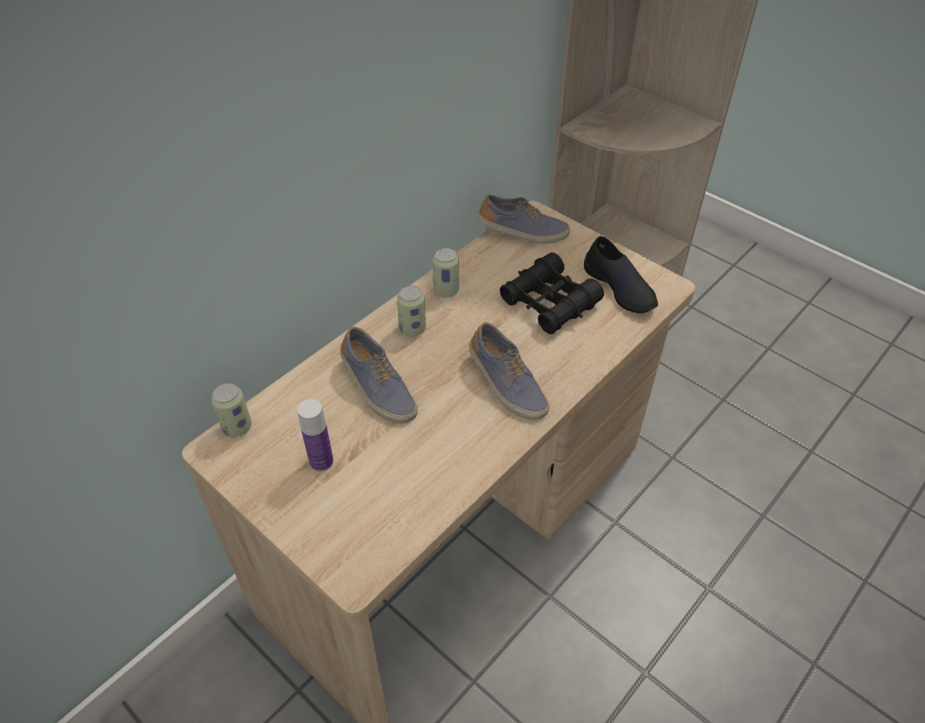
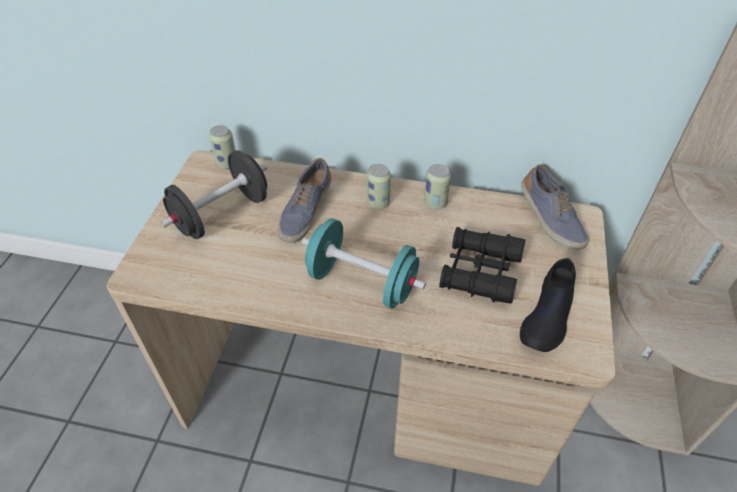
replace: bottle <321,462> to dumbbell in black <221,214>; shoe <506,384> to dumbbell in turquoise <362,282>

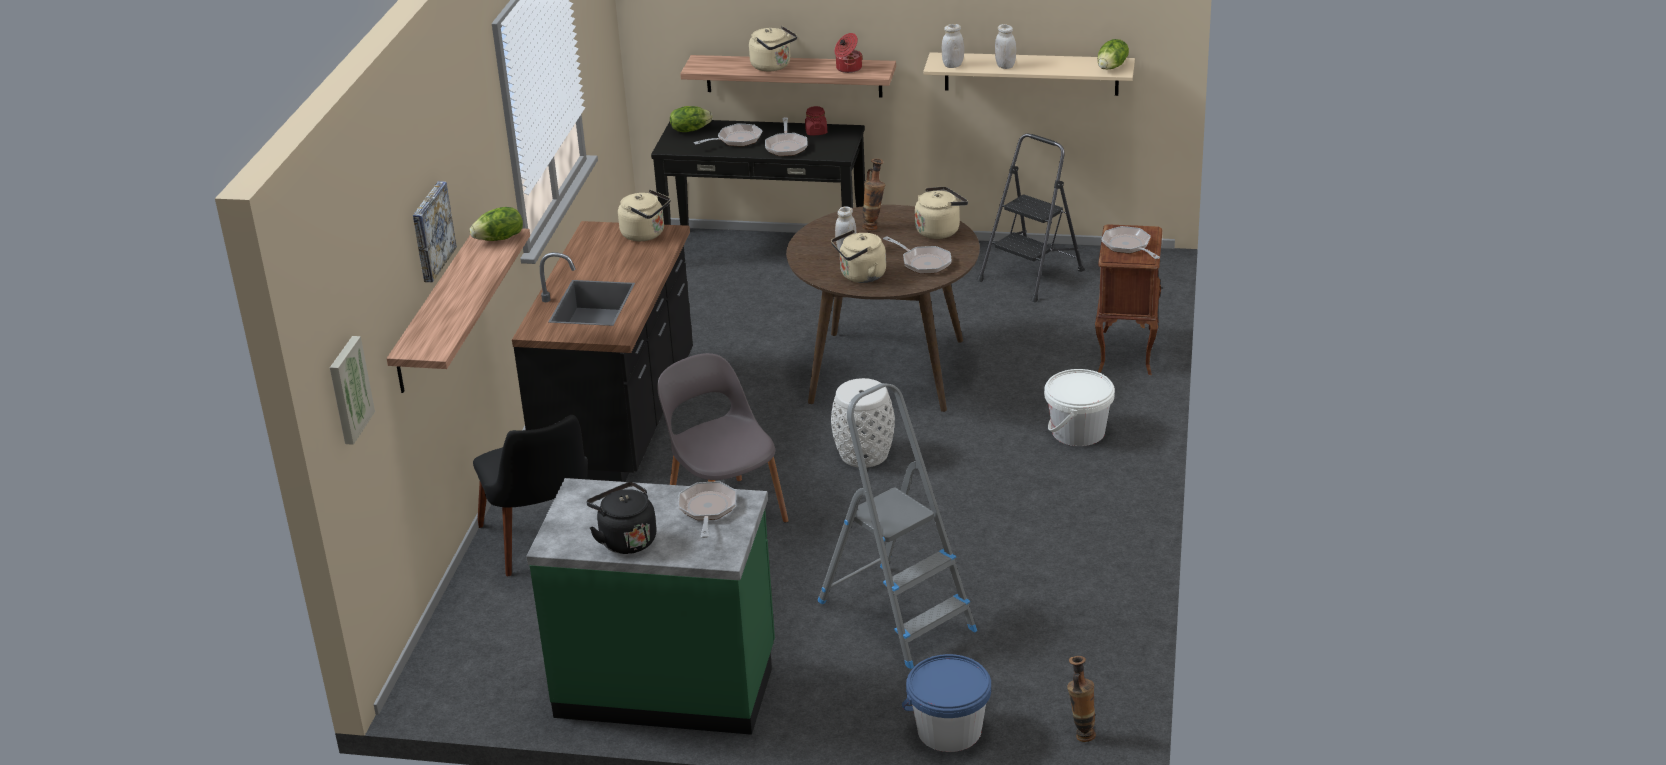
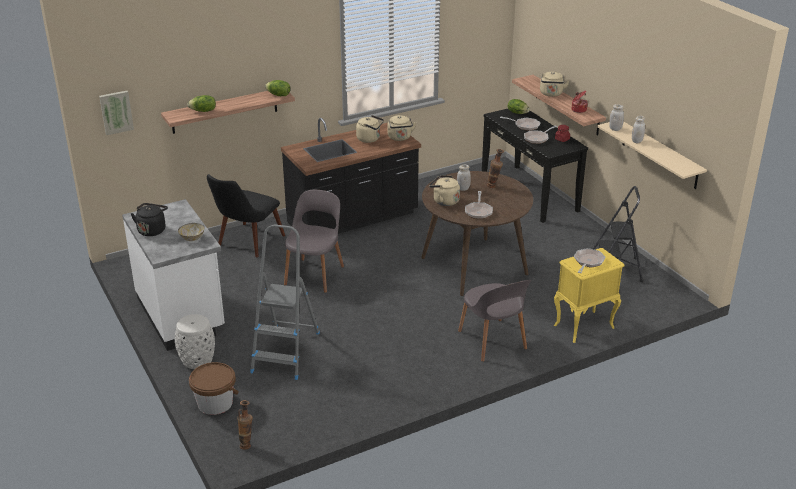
delete: picture <430,231>
move: stool in white <864,455> to <197,360>; kettle in beige <940,230> to <370,139>; lettuce <1112,67> to <203,111>
replace: frying pan <707,510> to bowl <192,238>; bucket in white <1078,432> to chair in grey <492,341>
recolor: counter in green <667,684> to counter in white <182,314>; bucket in blue <949,730> to bucket in brown <215,403>; nightstand in brown <1127,353> to nightstand in yellow <583,327>

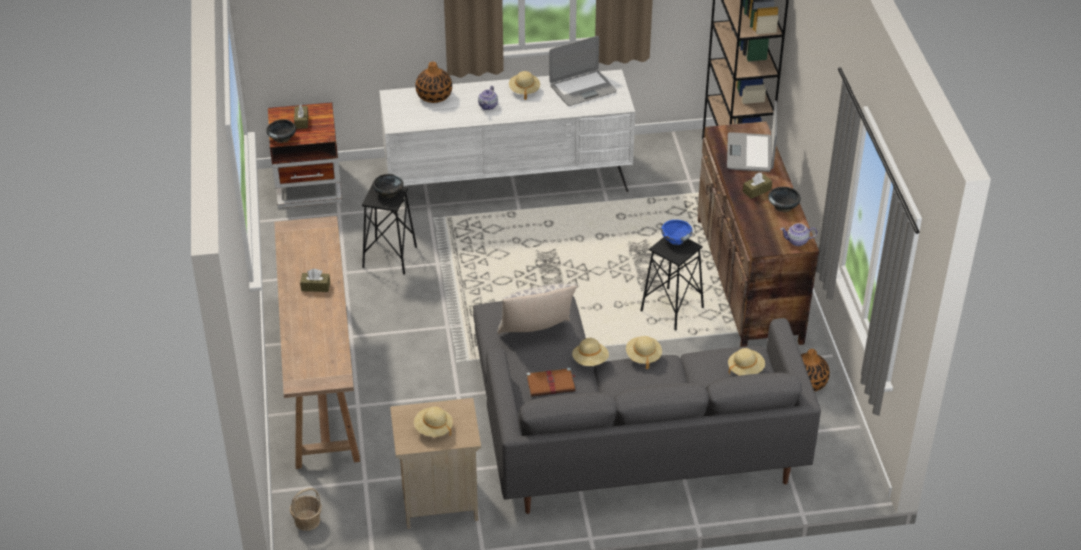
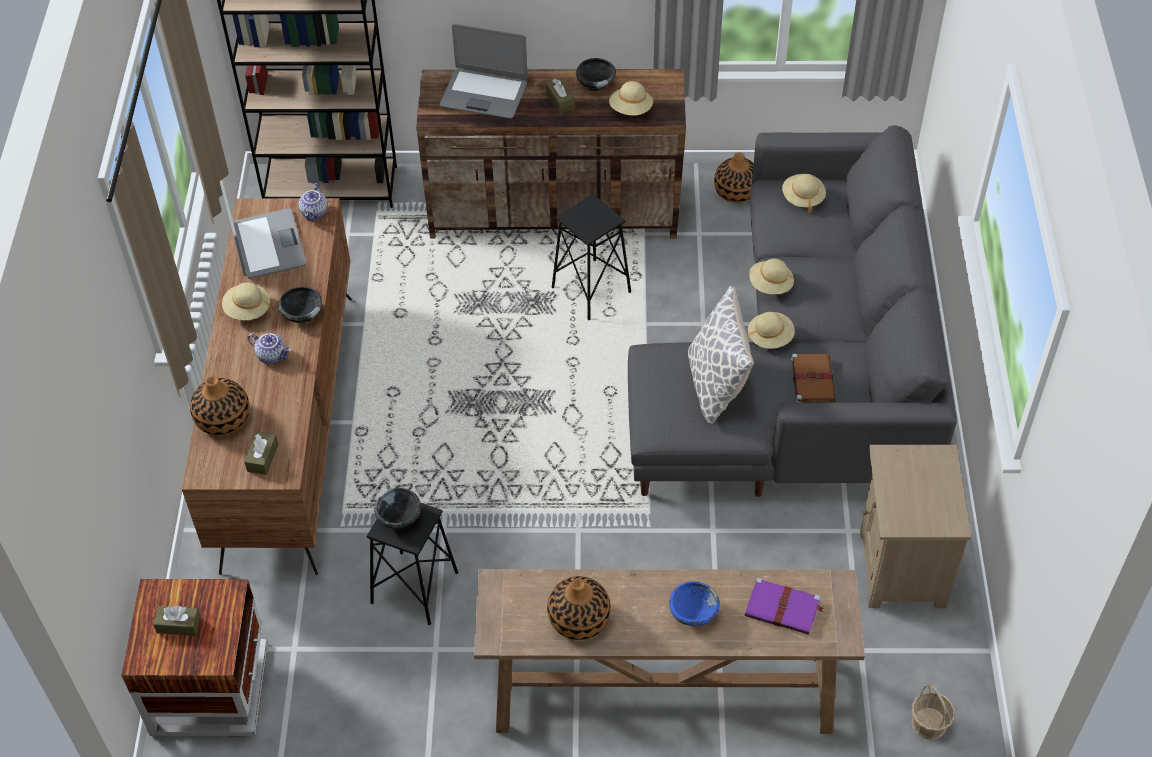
insert: vase <579,619>; book in purple <783,608>
move: bowl in black <282,137> to <302,314>; tissue box in brown <315,286> to <262,458>; hat in beige <433,429> to <631,109>; bowl in blue <676,239> to <693,612>; teapot <797,241> to <315,213>
recolor: tv stand in white <508,183> to tv stand in brown <289,427>

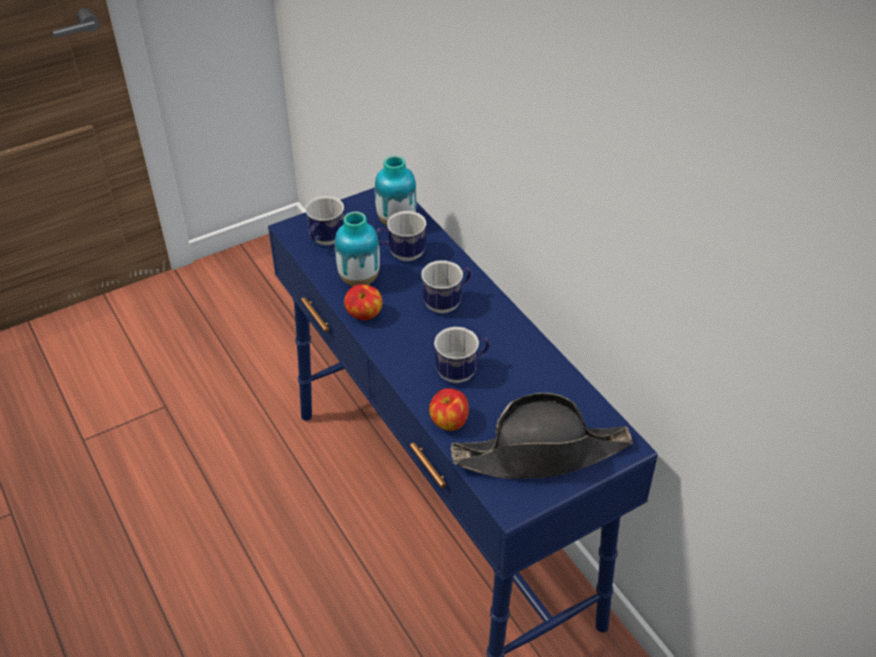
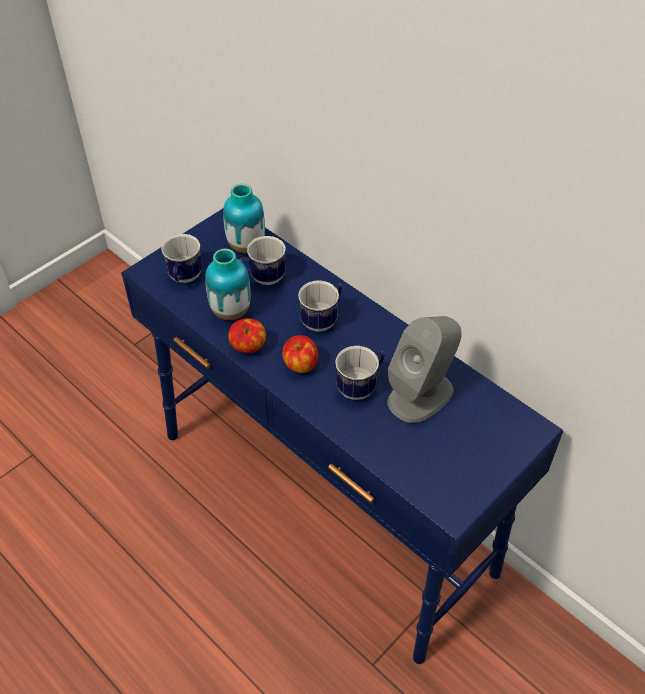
delete: hat in black <542,453>
insert: speaker in grey <421,395>
move: apple <448,422> to <300,365>

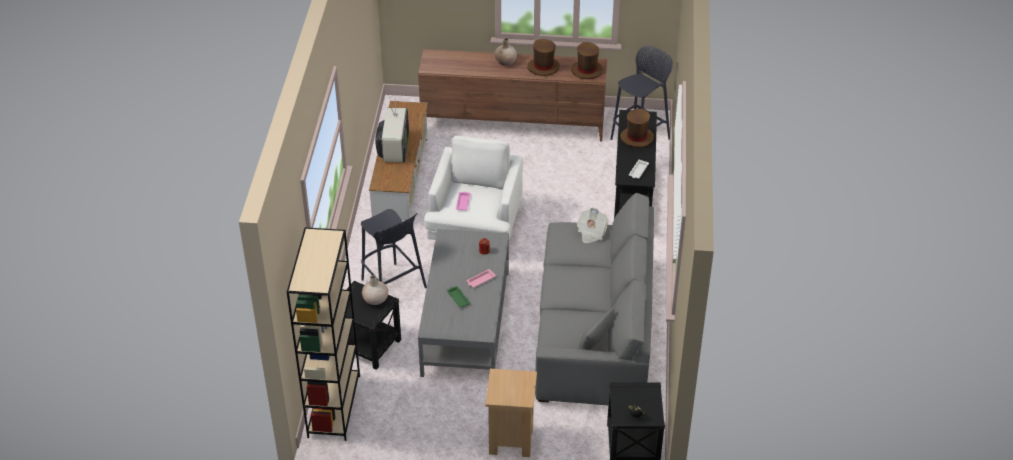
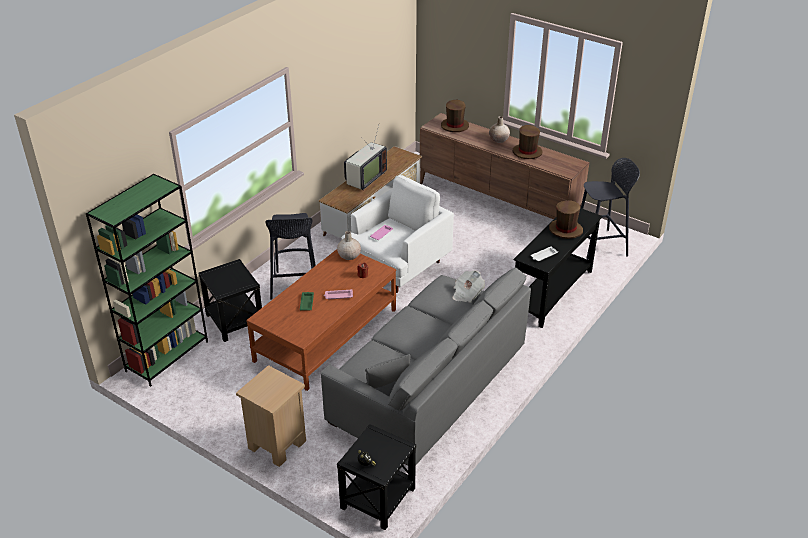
move: vase in beige <375,299> to <349,256>; hat in brown <586,70> to <454,126>
recolor: bookcase in beige <333,406> to bookcase in green <167,356>; coffee table in grey <466,323> to coffee table in brown <326,335>

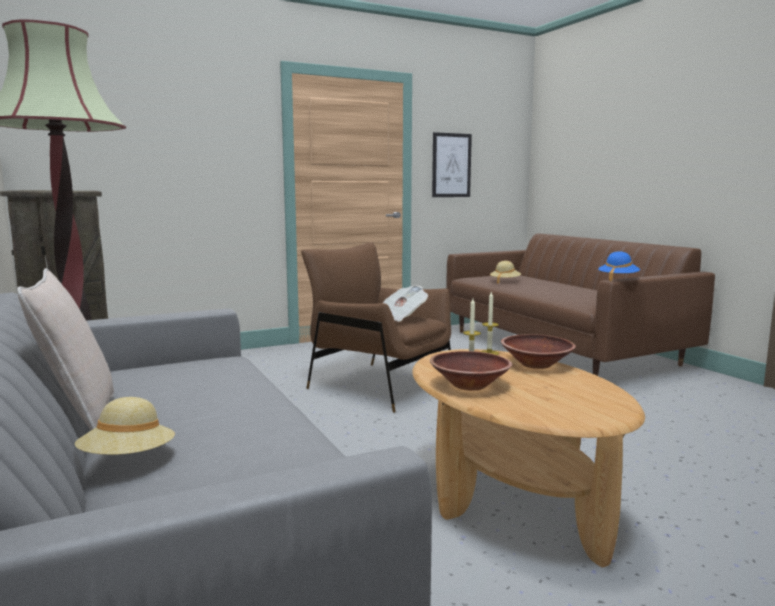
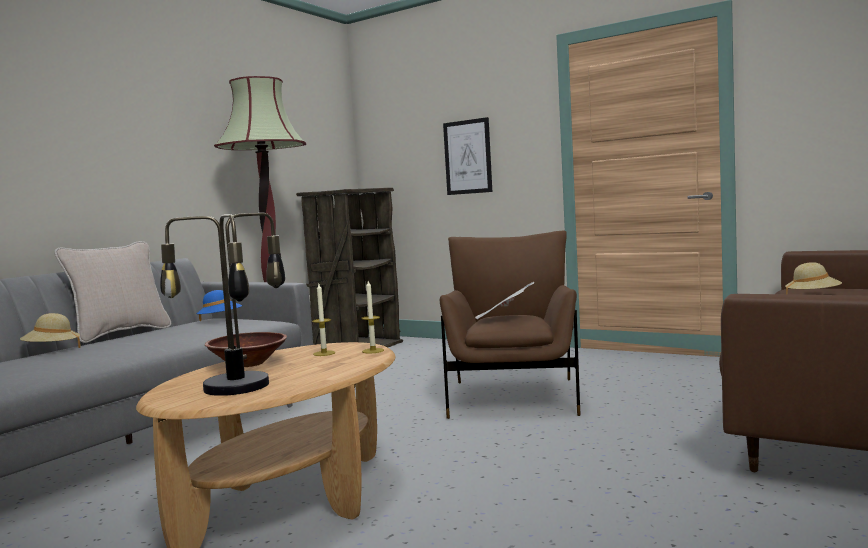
delete: bowl in brown <536,364>
insert: table lamp <236,387>
move: picture <451,165> to <467,157>; hat in blue <618,279> to <220,320>

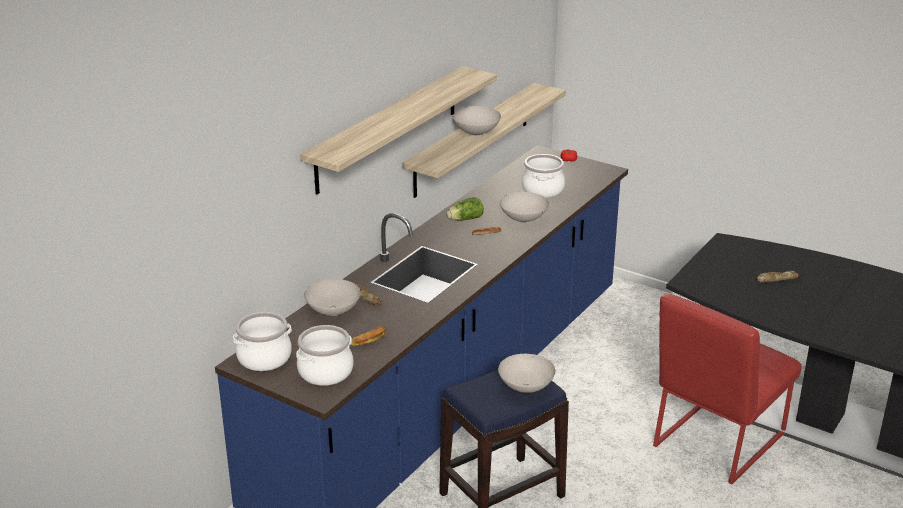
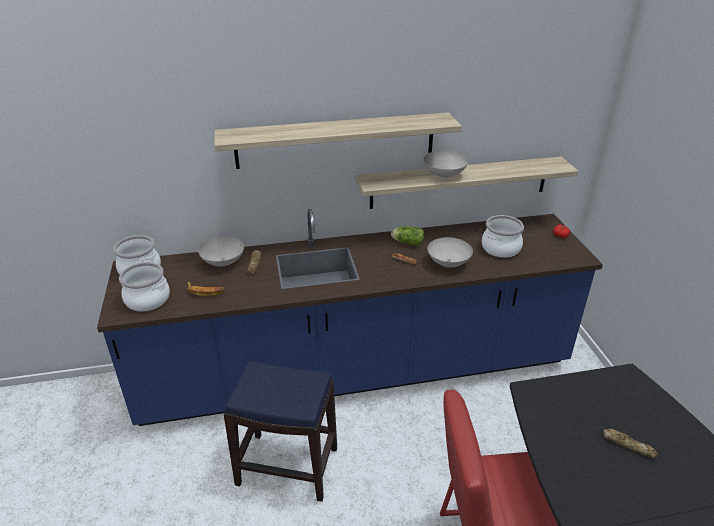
delete: bowl in white <526,387>

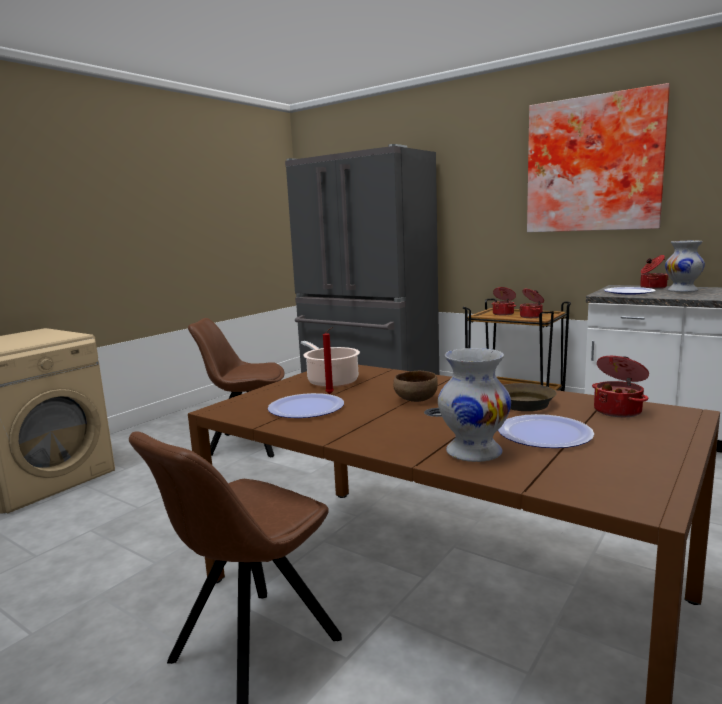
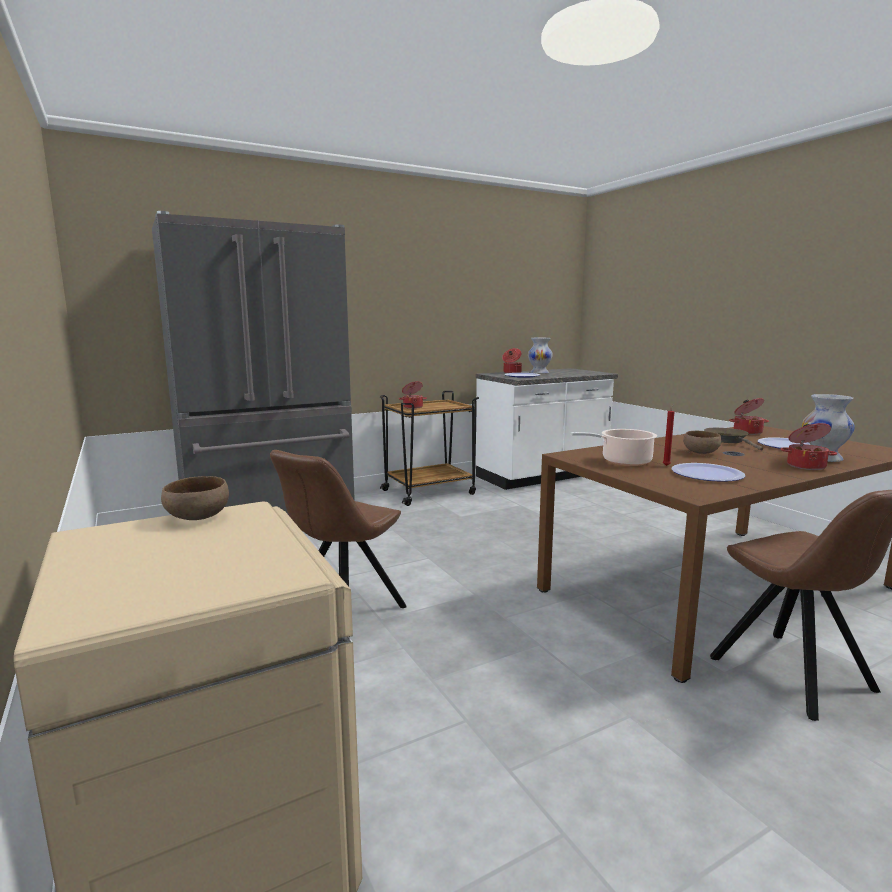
delete: picture <594,164>
insert: bowl in brown <197,518>
move: cooking pot <531,316> to <806,466>

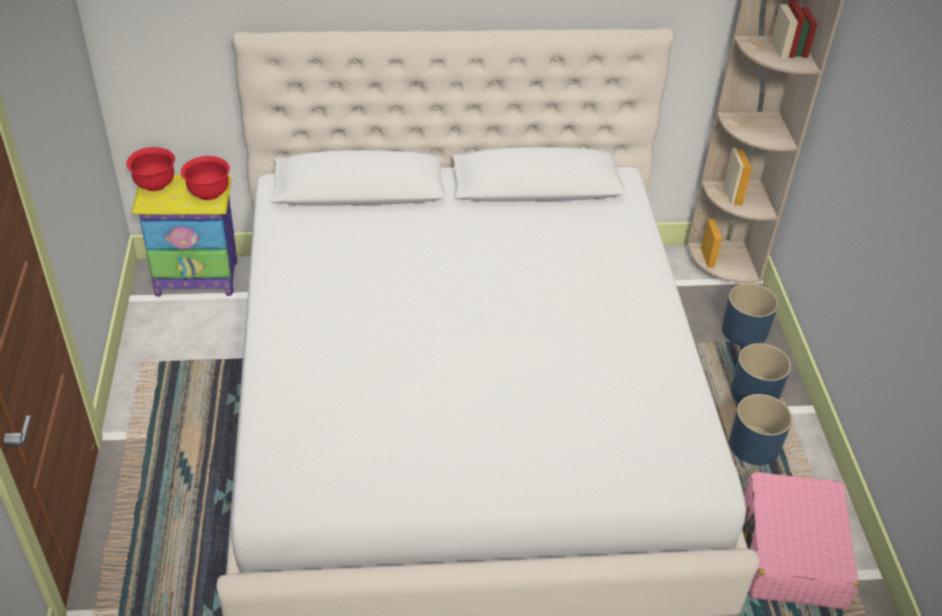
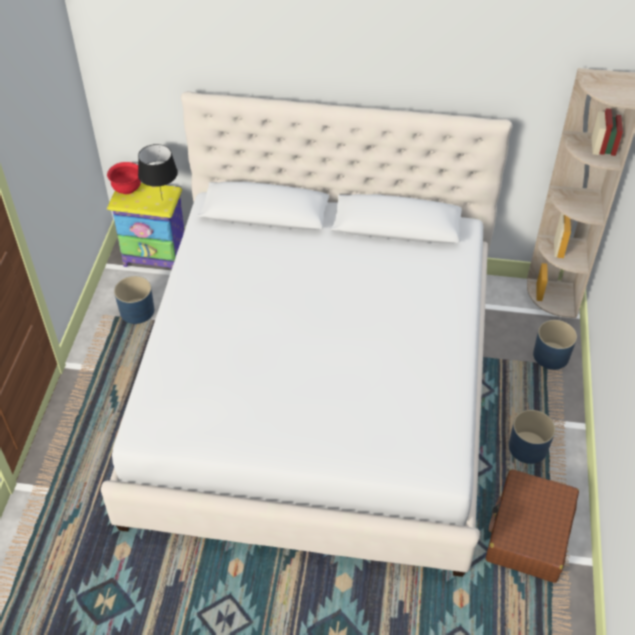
move: planter in blue <754,393> to <137,311>
replace: bowl in red <209,193> to table lamp in black <162,200>
recolor: suitcase in pink <792,552> to suitcase in brown <529,533>

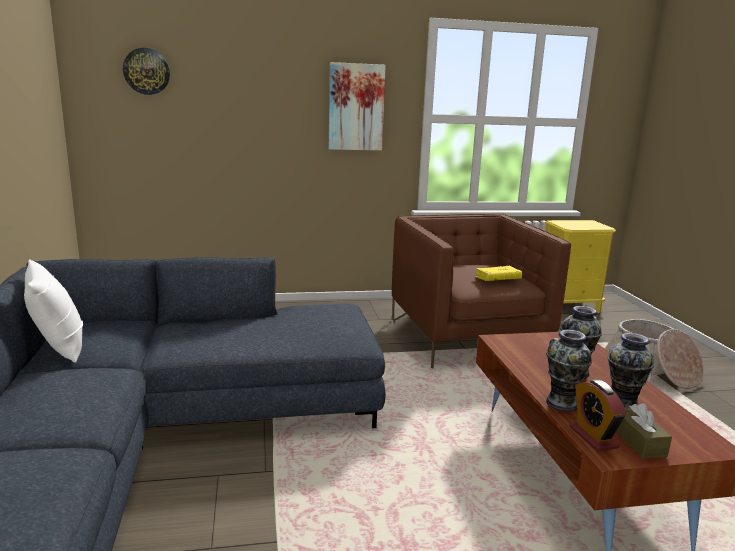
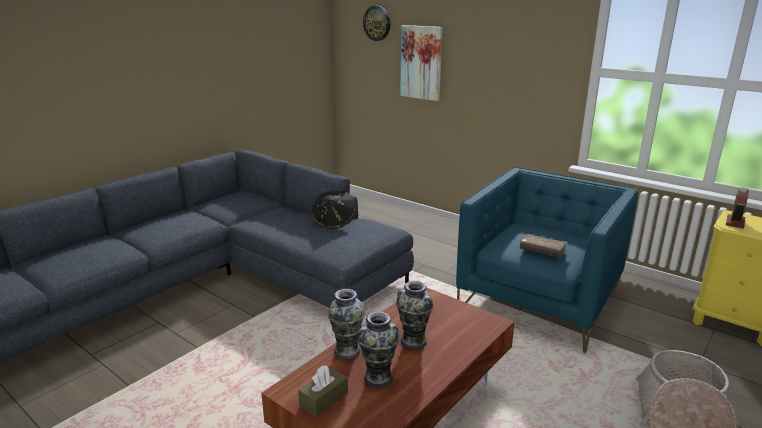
delete: pillow in white <59,347>
insert: hat in black <334,221>
move: picture <356,107> to <421,62>; alarm clock <593,437> to <735,222>
recolor: armchair in brown <466,338> to armchair in blue <538,303>; book in yellow <497,279> to book in brown <542,251>

